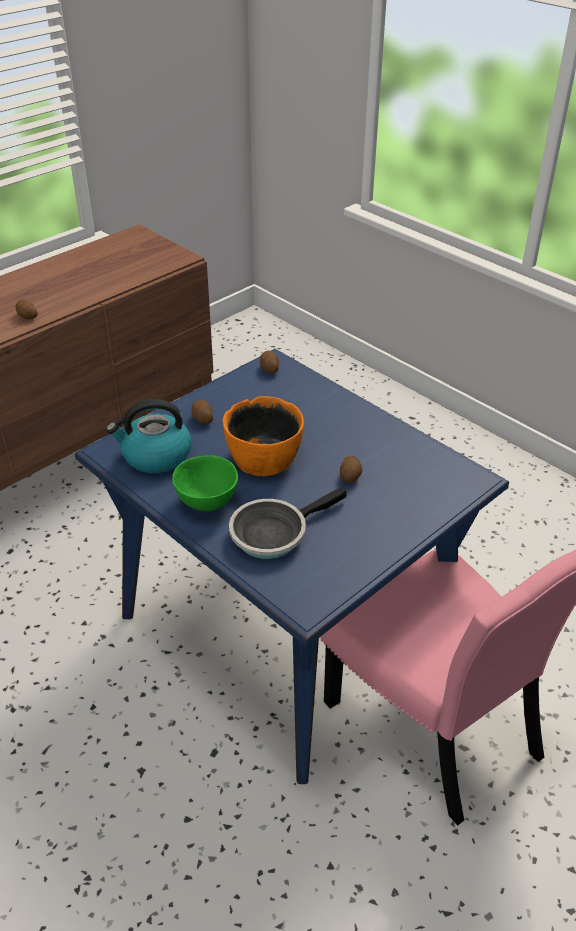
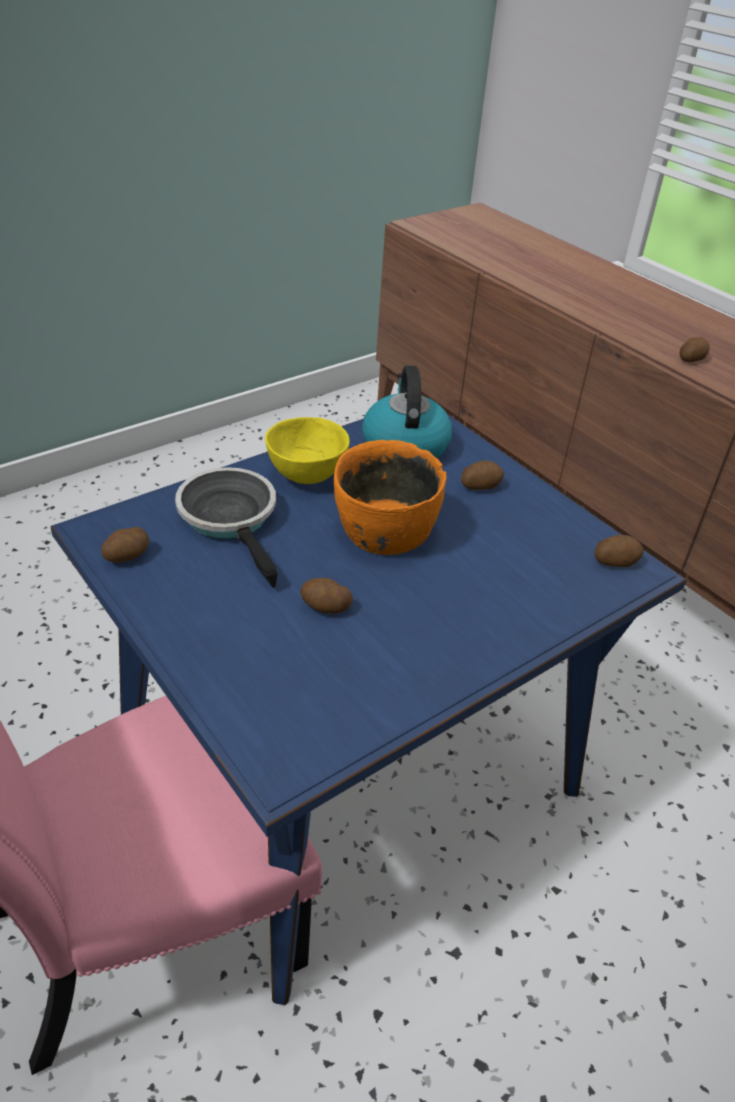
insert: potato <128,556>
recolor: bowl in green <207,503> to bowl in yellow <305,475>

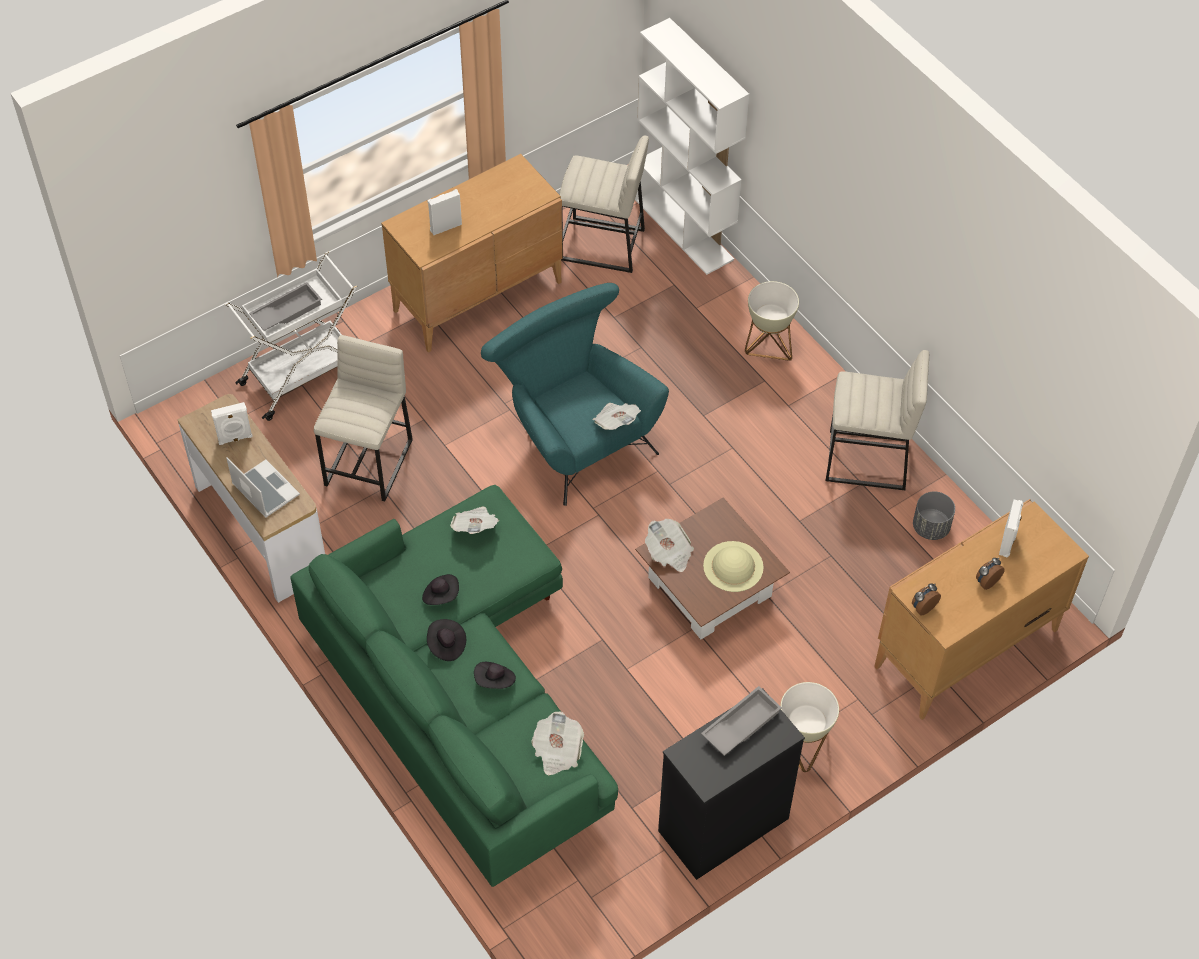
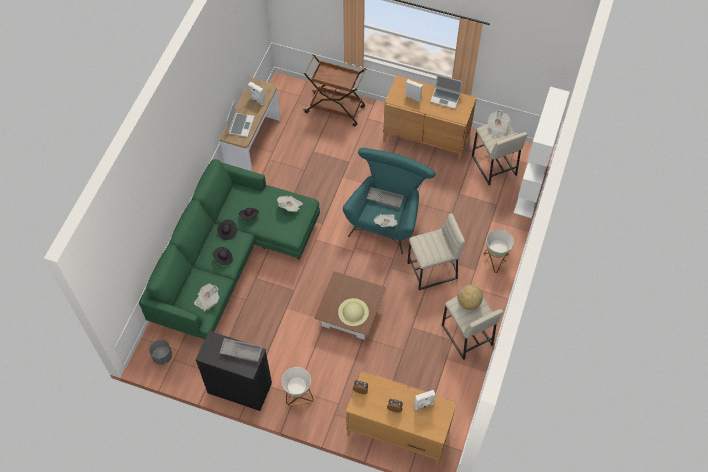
insert: laptop <445,98>; globe <468,303>
move: tray in grey <286,311> to <385,199>; stool in beige <368,462> to <432,270>; newspaper <669,553> to <497,128>; planter in grey <931,527> to <162,356>
recolor: cart in white <303,377> to cart in brown <335,110>

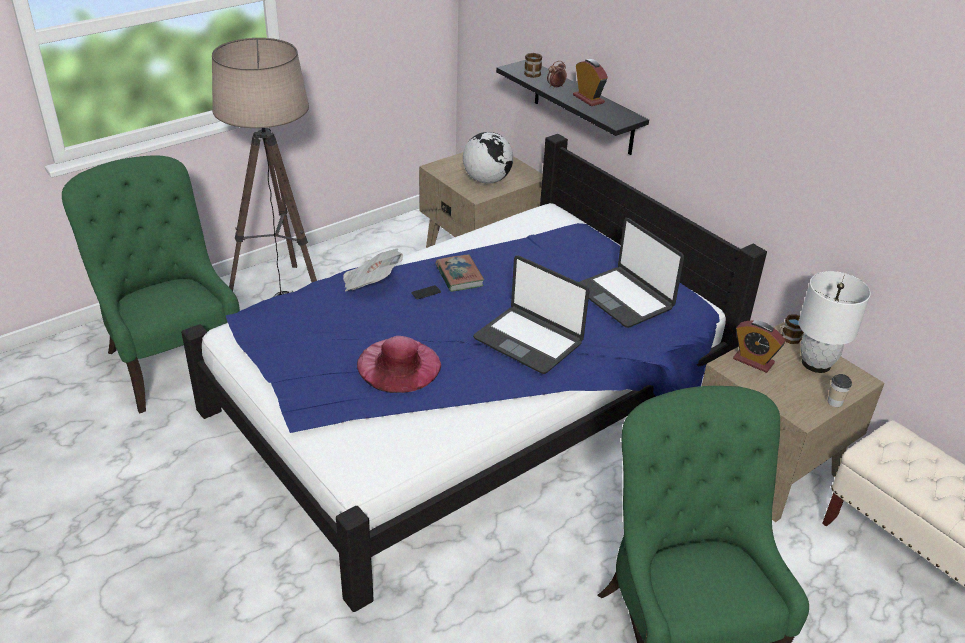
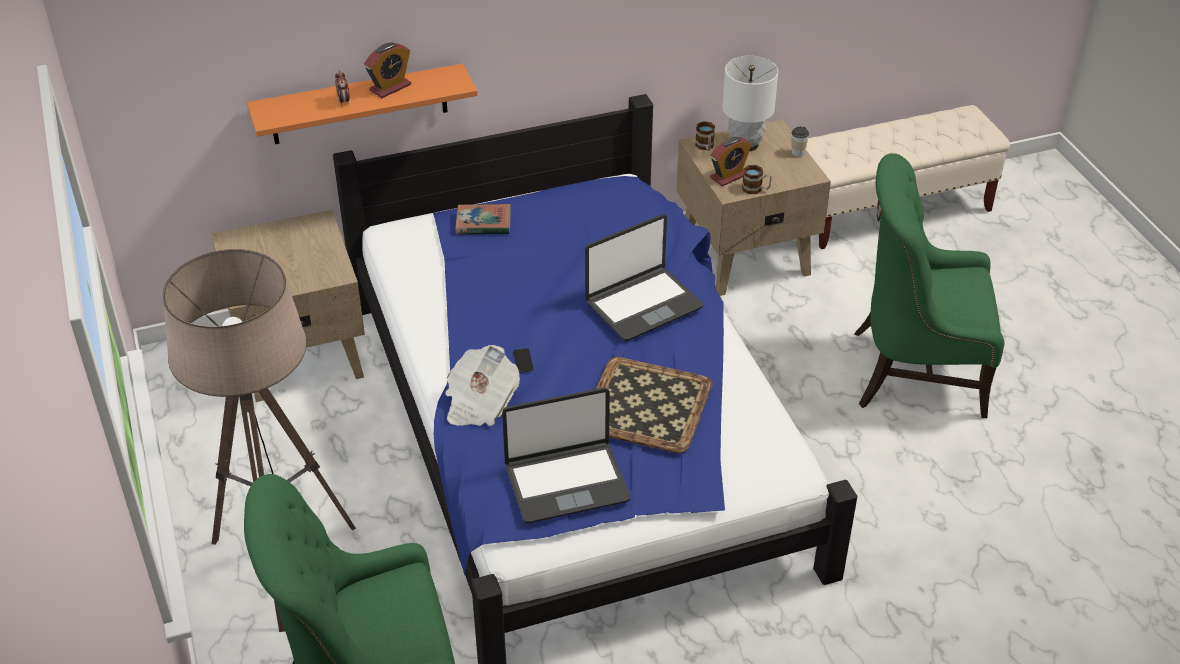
delete: globe <486,180>
move: book <459,276> to <483,223>; mug <532,75> to <756,189>; laptop <624,298> to <566,482>
replace: hat in pink <399,365> to tray <647,406>
recolor: shelf in black <583,107> to shelf in orange <359,104>
rotate: alarm clock <588,99> = <390,87> 150 degrees clockwise

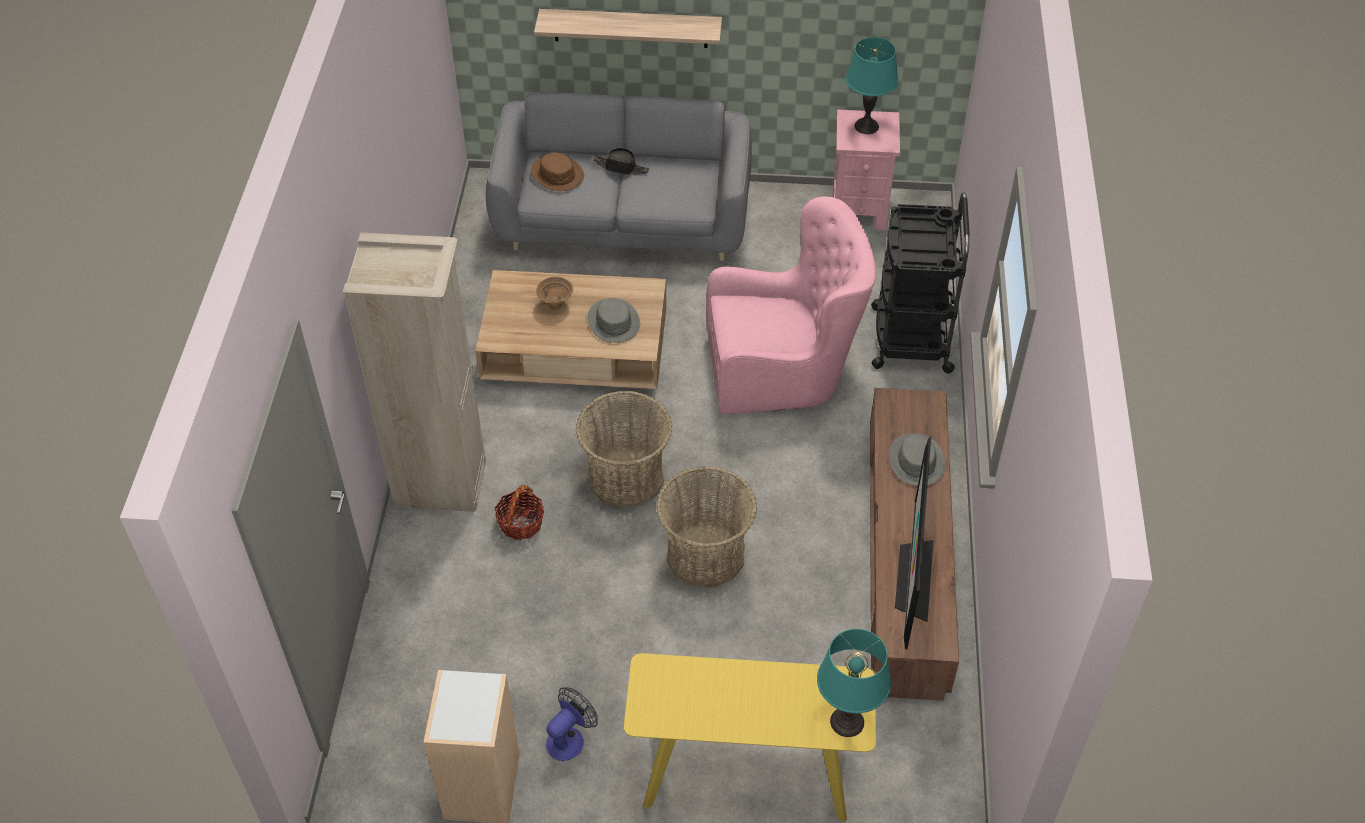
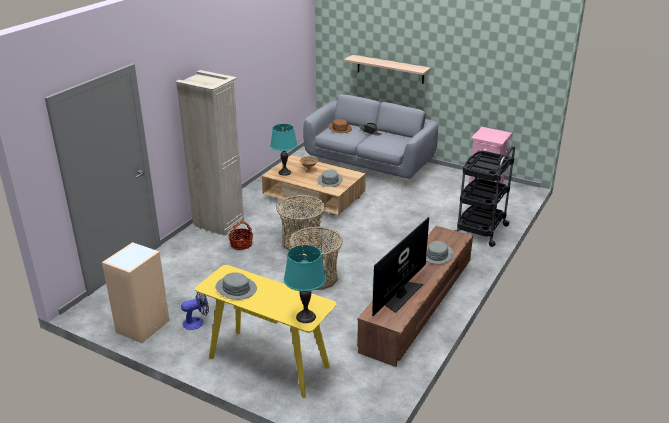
delete: armchair in pink <784,371>
insert: hat in grey <236,288>
move: table lamp in turquoise <866,126> to <285,172>

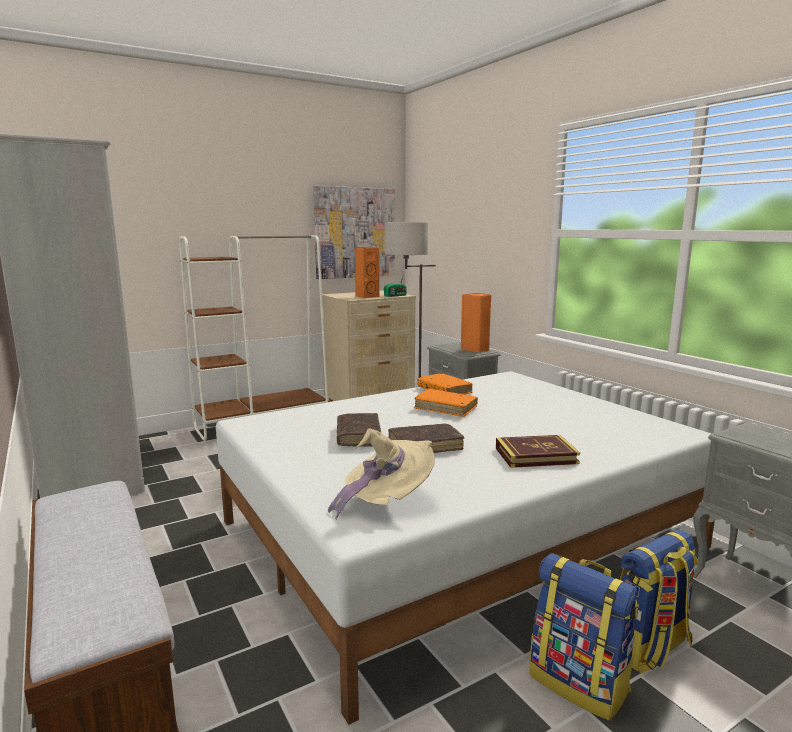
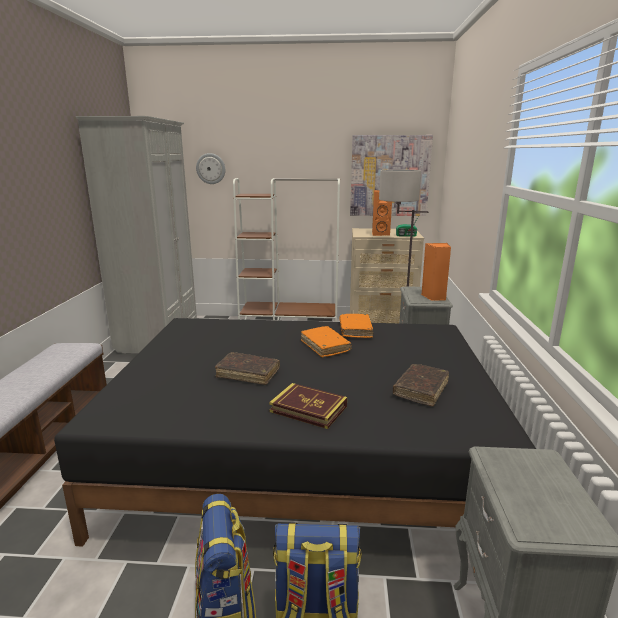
delete: hat in beige <386,501>
insert: wall clock <211,168>
move: book in brown <358,436> to <421,390>
recolor: bed in white <457,534> to bed in black <304,454>

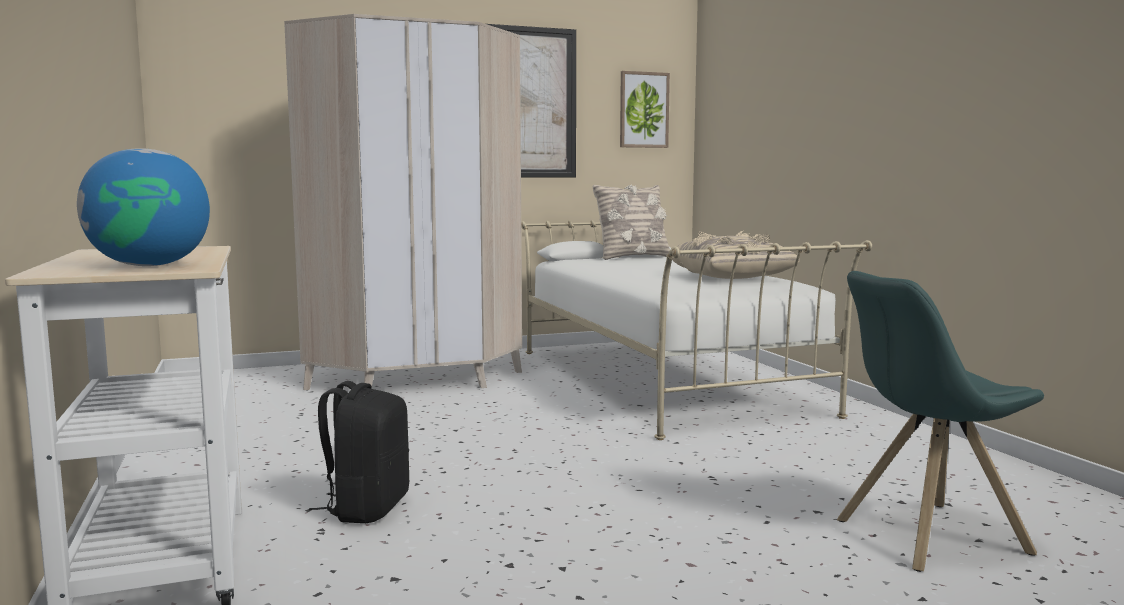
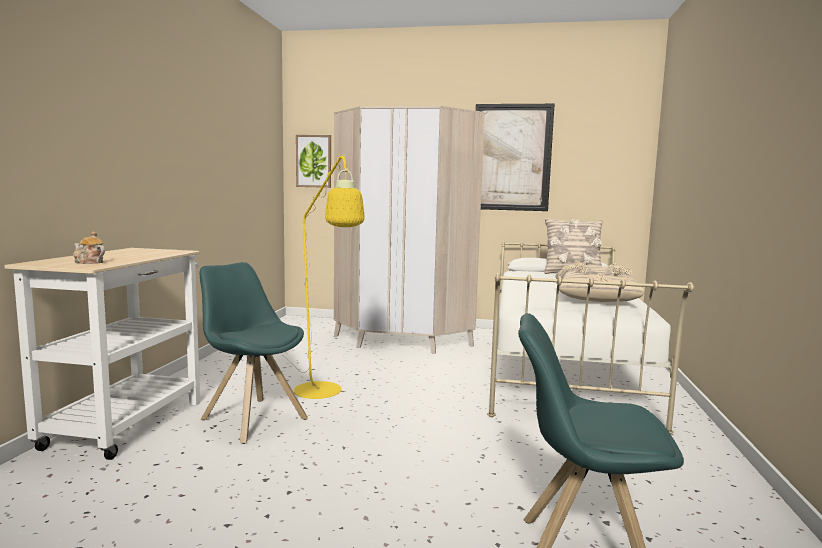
insert: floor lamp in yellow <322,394>
move: picture <643,110> to <314,161>
replace: globe <150,265> to teapot <89,262>; backpack in black <366,508> to chair in turquoise <253,419>

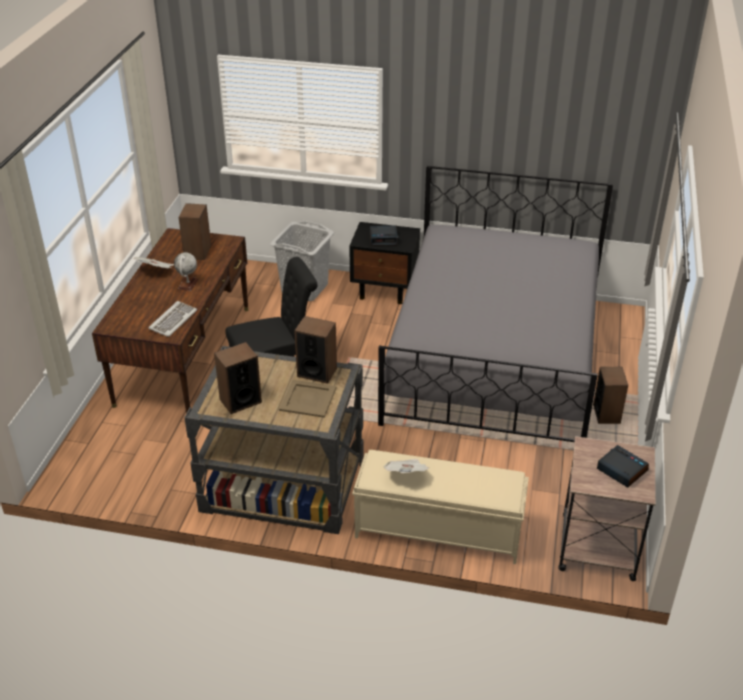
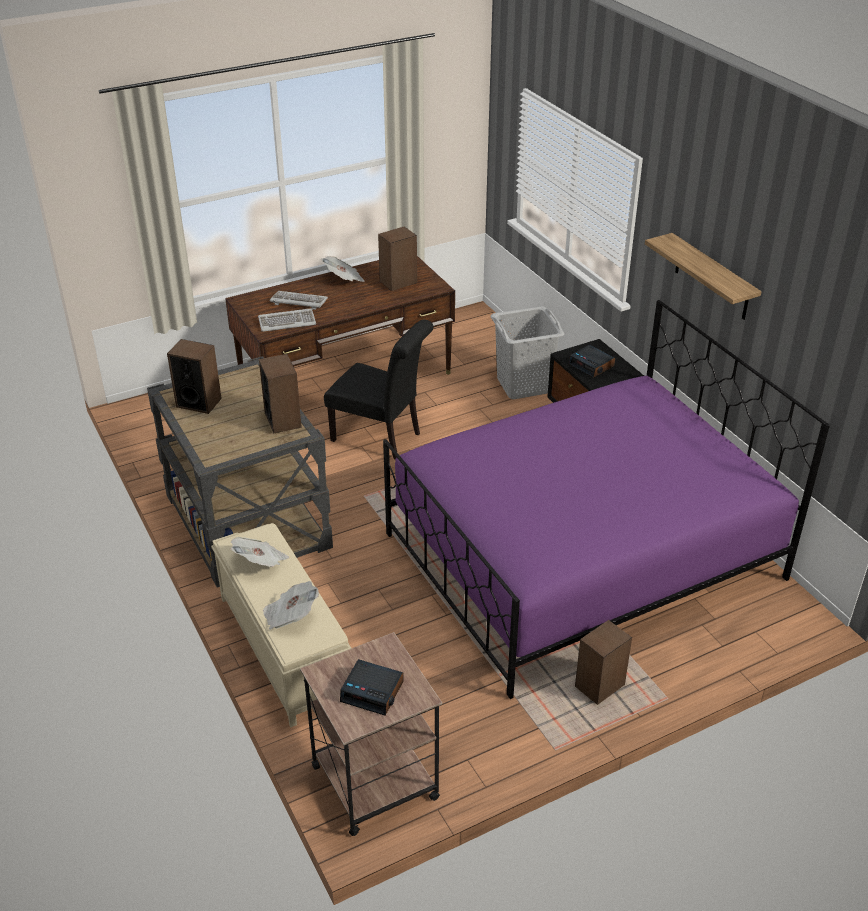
delete: globe <188,284>; tray in beige <307,398>
insert: newspaper <290,616>; keyboard <298,301>; shelf <712,277>
recolor: bed in grey <494,358> to bed in purple <584,555>
rotate: alarm clock <621,470> = <373,691> 105 degrees clockwise

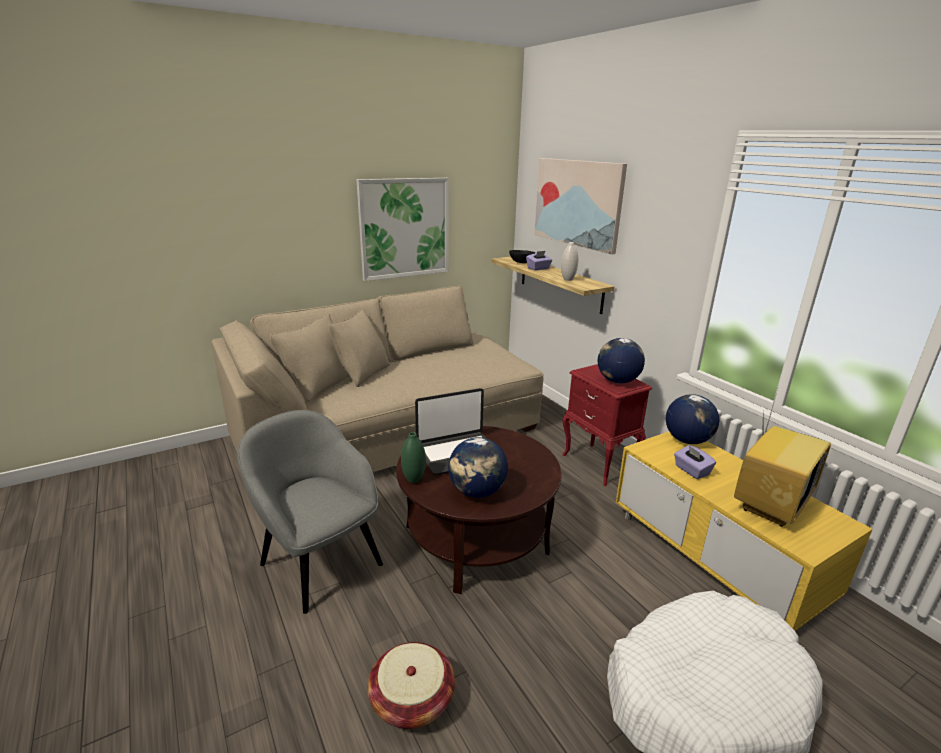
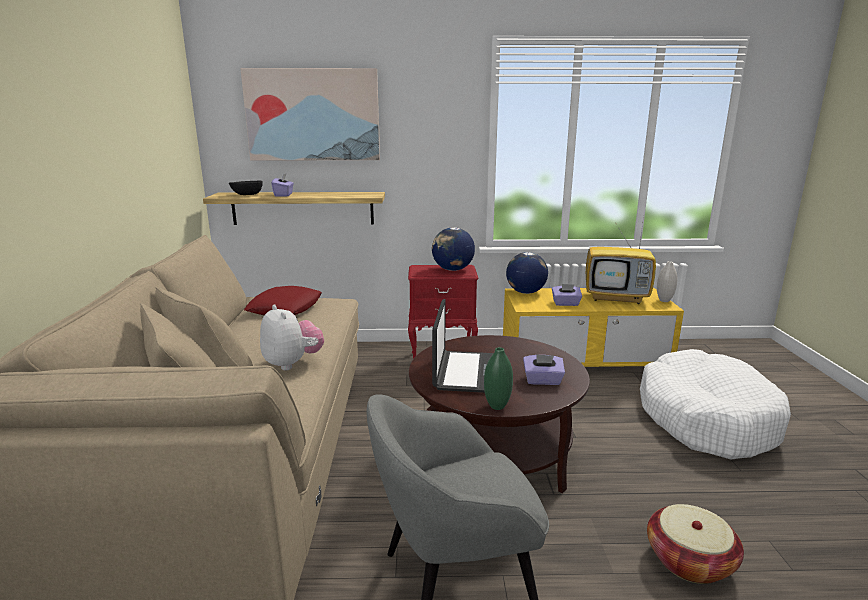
delete: picture <404,228>
insert: pillow in red <285,308>; plush toy <292,363>
move: vase in white <568,279> to <664,300>
replace: globe <477,492> to tissue box in purple <542,381>
rotate: television <770,503> = <617,298> 120 degrees clockwise

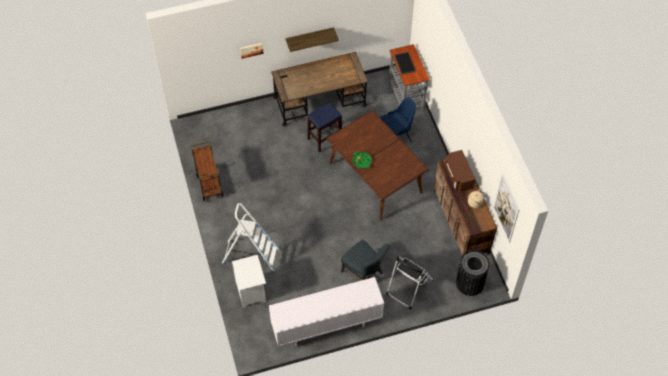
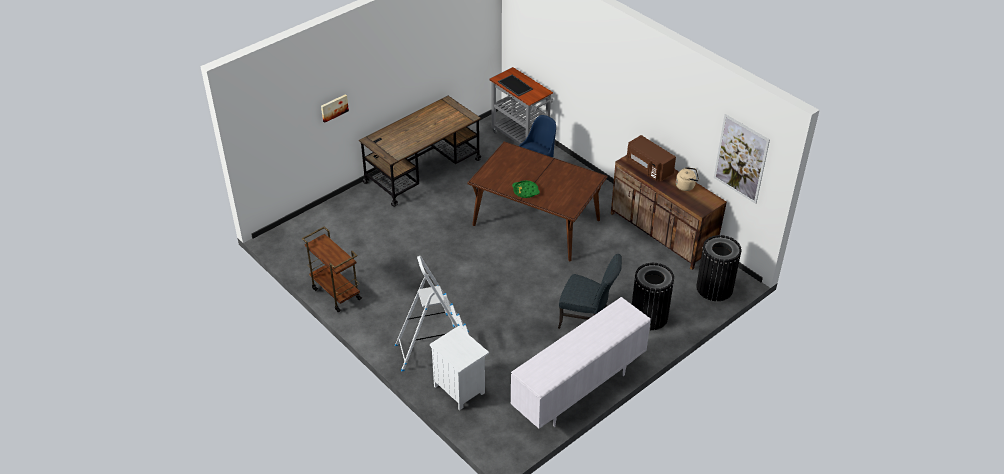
delete: shelf <309,37>; stool <324,139>
replace: step ladder <408,287> to trash can in black <649,316>

